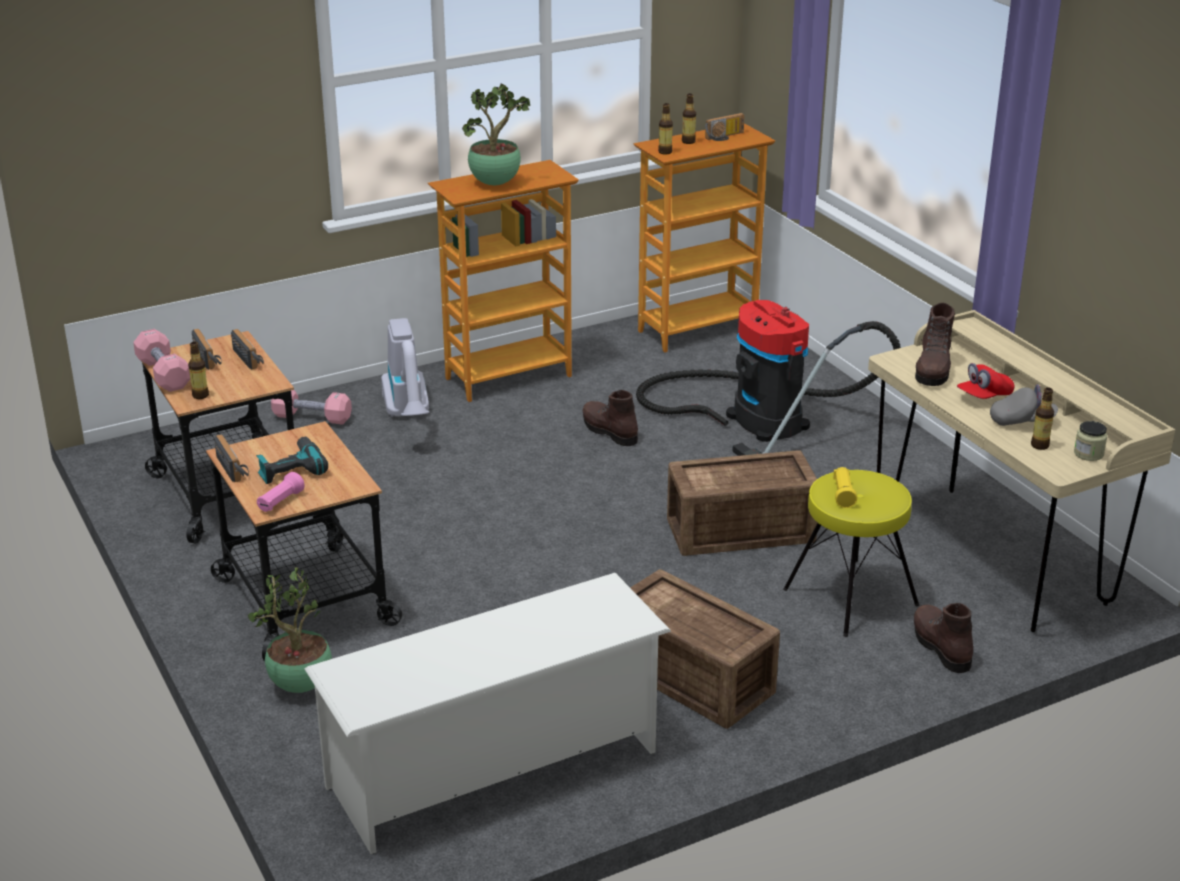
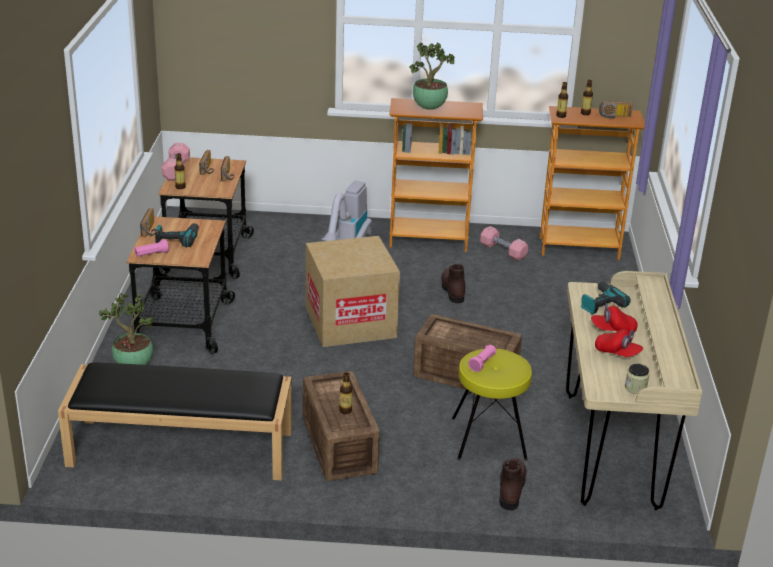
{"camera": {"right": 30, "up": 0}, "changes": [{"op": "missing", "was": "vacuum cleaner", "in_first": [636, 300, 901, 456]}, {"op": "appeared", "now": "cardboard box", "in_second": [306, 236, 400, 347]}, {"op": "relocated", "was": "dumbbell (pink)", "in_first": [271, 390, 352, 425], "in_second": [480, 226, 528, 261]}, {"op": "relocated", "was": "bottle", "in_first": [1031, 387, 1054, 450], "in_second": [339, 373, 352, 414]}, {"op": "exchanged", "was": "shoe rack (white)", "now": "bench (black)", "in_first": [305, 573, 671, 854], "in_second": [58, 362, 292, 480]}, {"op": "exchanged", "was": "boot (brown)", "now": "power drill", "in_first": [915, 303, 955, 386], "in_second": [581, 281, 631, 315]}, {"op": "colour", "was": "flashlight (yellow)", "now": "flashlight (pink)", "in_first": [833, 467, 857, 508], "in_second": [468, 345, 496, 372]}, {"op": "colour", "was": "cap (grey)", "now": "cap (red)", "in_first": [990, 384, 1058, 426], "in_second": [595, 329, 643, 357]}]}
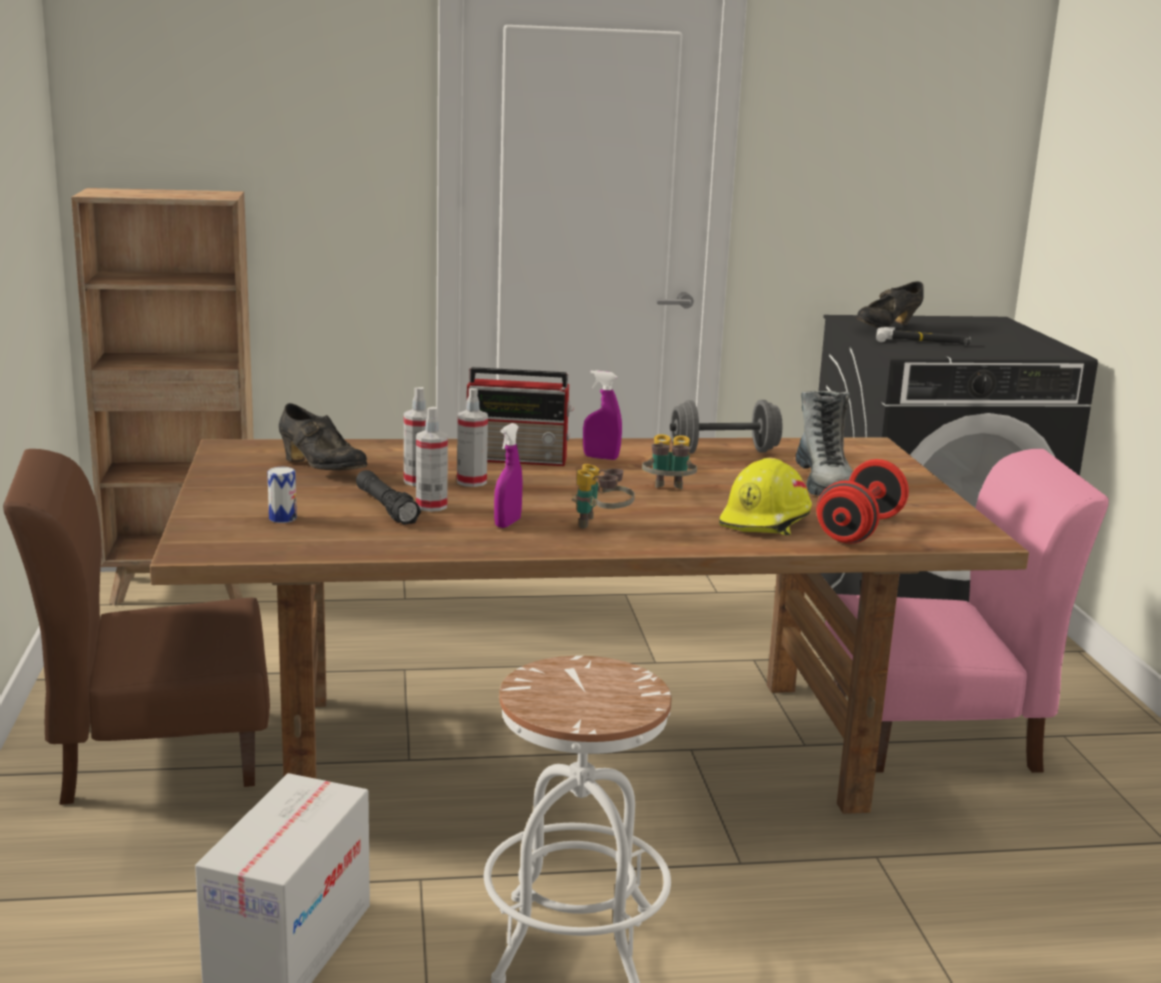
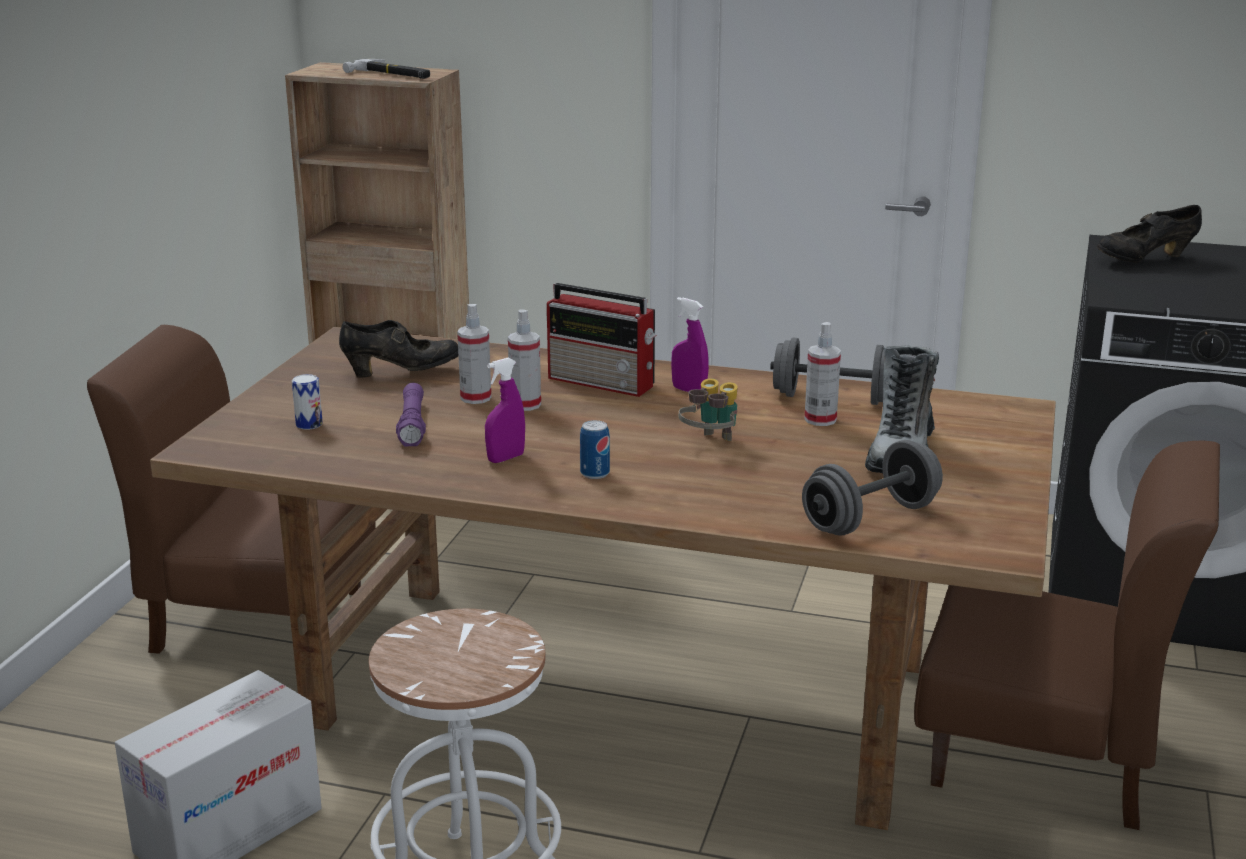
{"camera": {"right": 25, "up": 5}, "changes": [{"op": "missing", "was": "hard hat (yellow)", "in_first": [719, 458, 812, 535]}, {"op": "relocated", "was": "spray bottle", "in_first": [416, 407, 448, 512], "in_second": [804, 322, 841, 426]}, {"op": "relocated", "was": "hammer", "in_first": [876, 327, 971, 345], "in_second": [343, 59, 430, 79]}, {"op": "exchanged", "was": "binoculars", "now": "can", "in_first": [572, 464, 635, 529], "in_second": [580, 420, 610, 479]}, {"op": "colour", "was": "flashlight (black)", "now": "flashlight (purple)", "in_first": [356, 470, 421, 525], "in_second": [396, 383, 426, 447]}, {"op": "colour", "was": "dumbbell (red)", "now": "dumbbell (grey)", "in_first": [817, 459, 909, 544], "in_second": [802, 440, 943, 536]}, {"op": "colour", "was": "chair (pink)", "now": "chair (brown)", "in_first": [825, 449, 1109, 773], "in_second": [914, 441, 1220, 830]}, {"op": "spun", "was": "shoe (black)", "in_first": [279, 403, 367, 470], "in_second": [339, 320, 458, 378], "clockwise": -75}]}
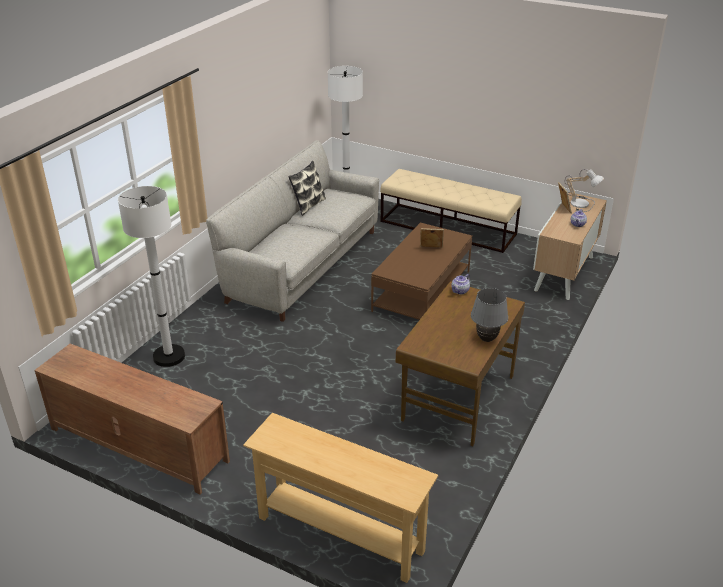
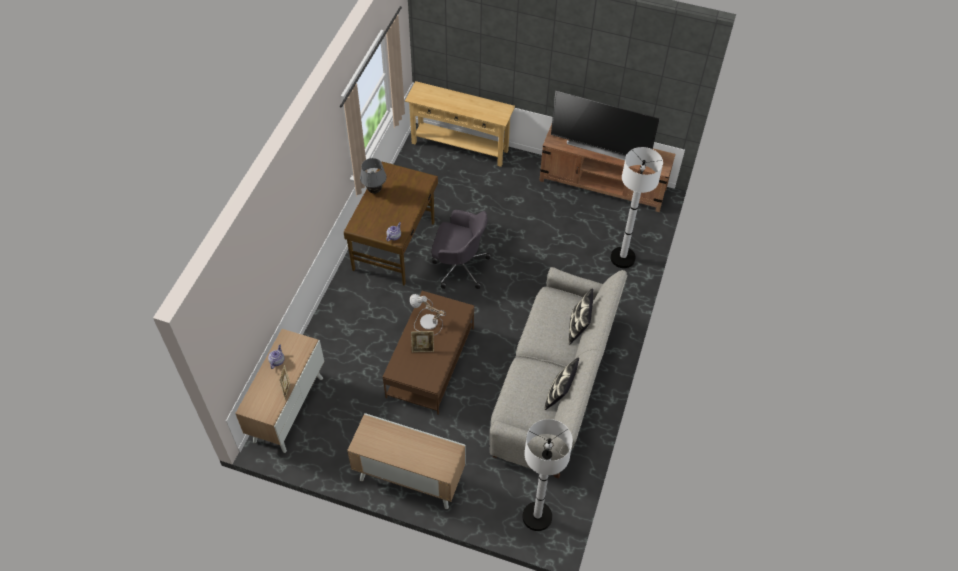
{"camera": {"right": 170, "up": 20}, "changes": [{"op": "appeared", "now": "office chair (grey)", "in_second": [431, 210, 491, 289]}, {"op": "appeared", "now": "television", "in_second": [551, 91, 660, 160]}, {"op": "appeared", "now": "pillow", "in_second": [569, 288, 593, 344]}, {"op": "relocated", "was": "table lamp", "in_first": [565, 169, 604, 212], "in_second": [410, 294, 446, 336]}, {"op": "exchanged", "was": "bench (beige)", "now": "cabinet", "in_first": [380, 169, 522, 253], "in_second": [347, 413, 466, 509]}]}
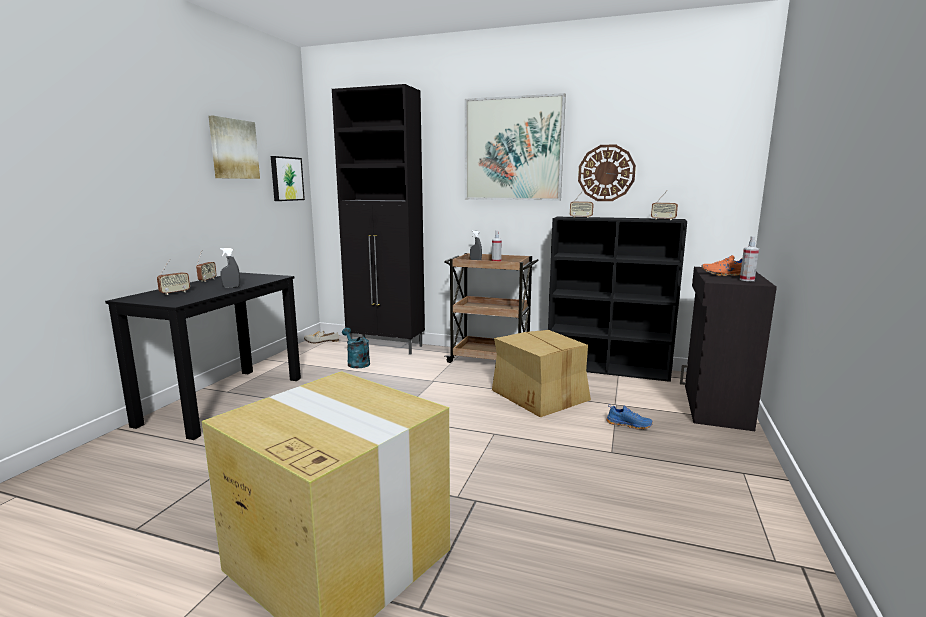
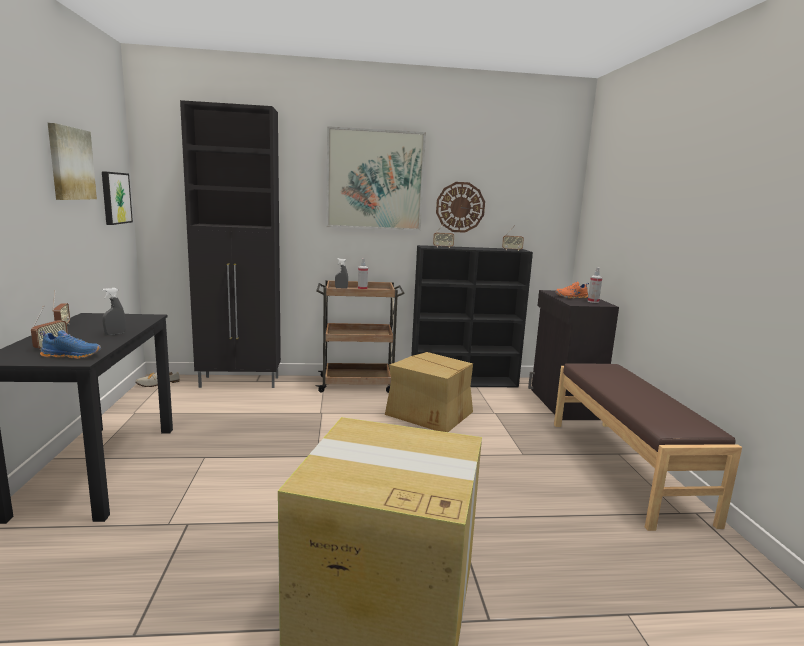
{"camera": {"right": -25, "up": 0}, "changes": [{"op": "missing", "was": "watering can (turquoise)", "in_first": [342, 328, 370, 368]}, {"op": "appeared", "now": "bench (brown)", "in_second": [554, 363, 742, 531]}, {"op": "relocated", "was": "shoe (blue)", "in_first": [606, 404, 653, 430], "in_second": [40, 330, 101, 359]}]}
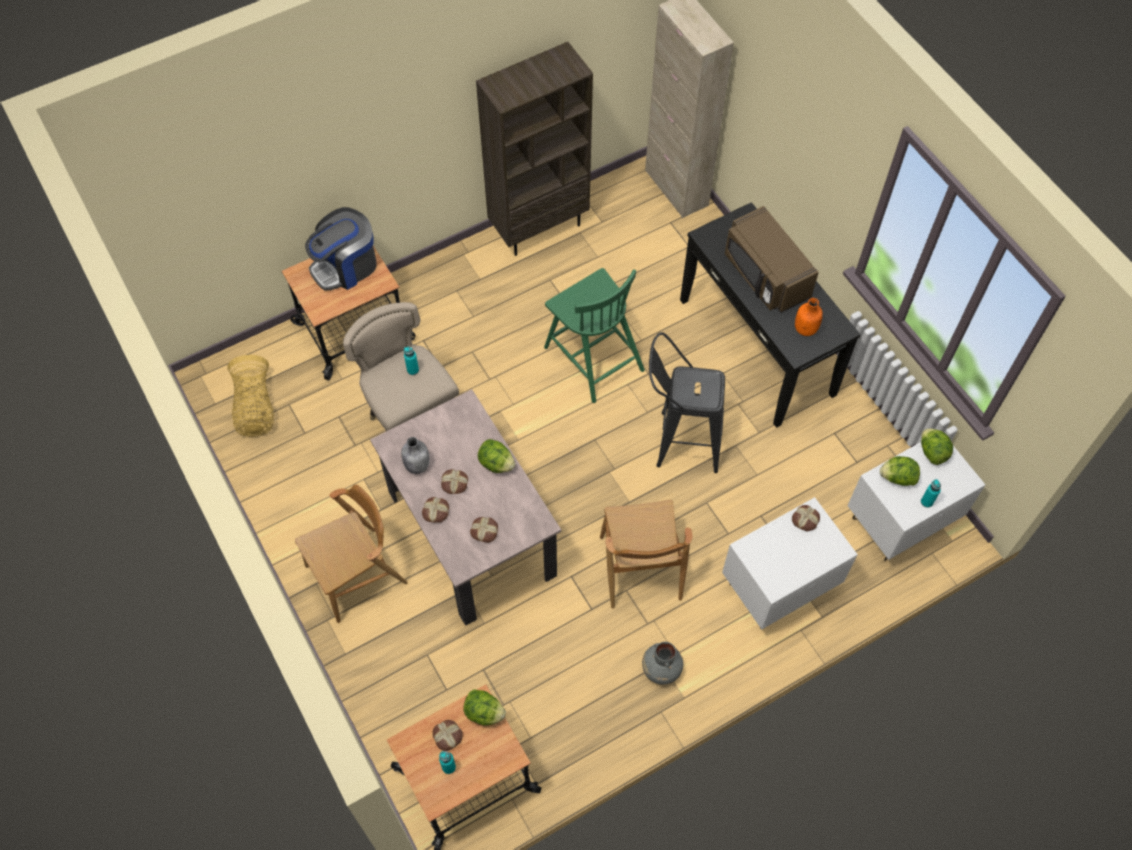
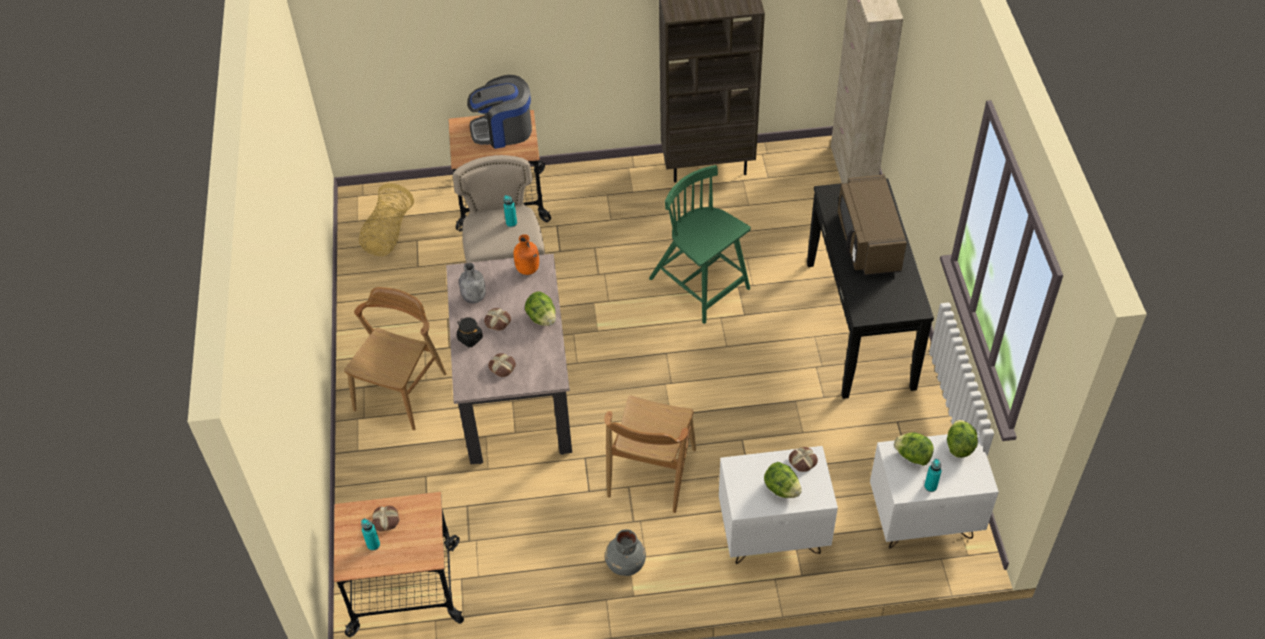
{"camera": {"right": 25, "up": -10}, "changes": [{"op": "missing", "was": "stool (black)", "in_first": [649, 332, 725, 473]}, {"op": "relocated", "was": "lettuce", "in_first": [463, 689, 506, 726], "in_second": [764, 462, 802, 498]}, {"op": "relocated", "was": "bottle (orange)", "in_first": [795, 298, 823, 336], "in_second": [514, 234, 539, 275]}, {"op": "exchanged", "was": "bread", "now": "jar (black)", "in_first": [422, 497, 449, 523], "in_second": [457, 317, 483, 347]}, {"op": "spun", "was": "chair (brown)", "in_first": [295, 484, 408, 623], "in_second": [344, 287, 447, 430], "clockwise": -60}, {"op": "spun", "was": "chair (green)", "in_first": [544, 268, 645, 403], "in_second": [649, 165, 751, 324], "clockwise": 150}]}
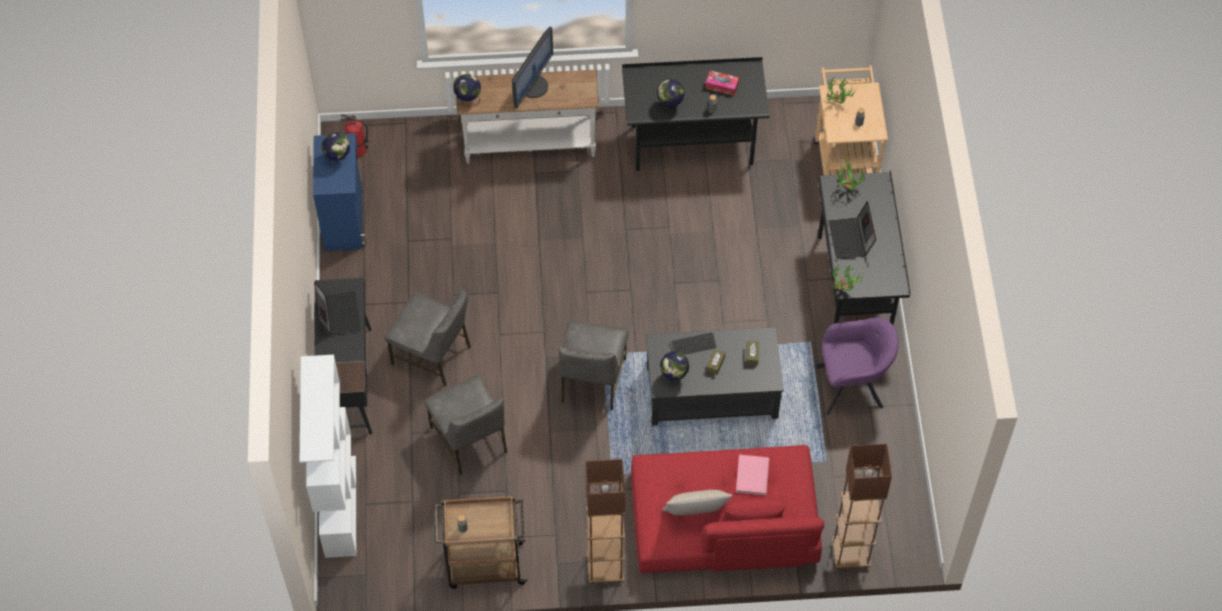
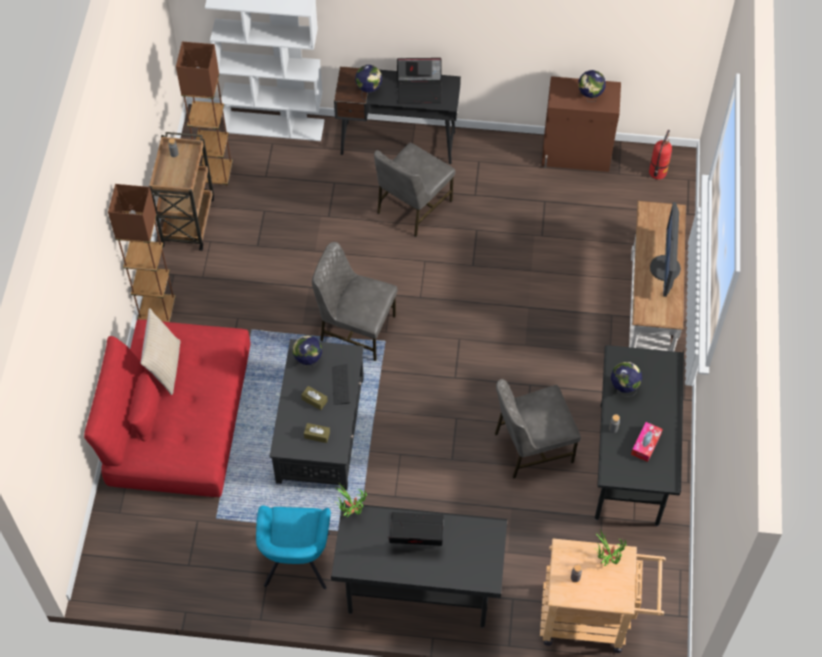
{"camera": {"right": 100, "up": 0}, "changes": [{"op": "missing", "was": "book (pink)", "in_first": [736, 455, 769, 495]}, {"op": "missing", "was": "potted plant", "in_first": [836, 156, 865, 191]}, {"op": "relocated", "was": "chair (grey)", "in_first": [424, 375, 507, 475], "in_second": [495, 379, 581, 479]}, {"op": "relocated", "was": "globe", "in_first": [453, 74, 481, 107], "in_second": [355, 65, 382, 101]}, {"op": "relocated", "was": "floor lamp (brown)", "in_first": [832, 444, 892, 569], "in_second": [176, 42, 233, 186]}, {"op": "colour", "was": "cabinet (blue)", "now": "cabinet (brown)", "in_first": [313, 134, 367, 251], "in_second": [542, 76, 621, 172]}, {"op": "colour", "was": "armchair (purple)", "now": "armchair (turquoise)", "in_first": [816, 317, 899, 415], "in_second": [256, 505, 331, 589]}, {"op": "spun", "was": "monitor", "in_first": [512, 27, 553, 109], "in_second": [650, 202, 681, 297], "clockwise": 60}]}
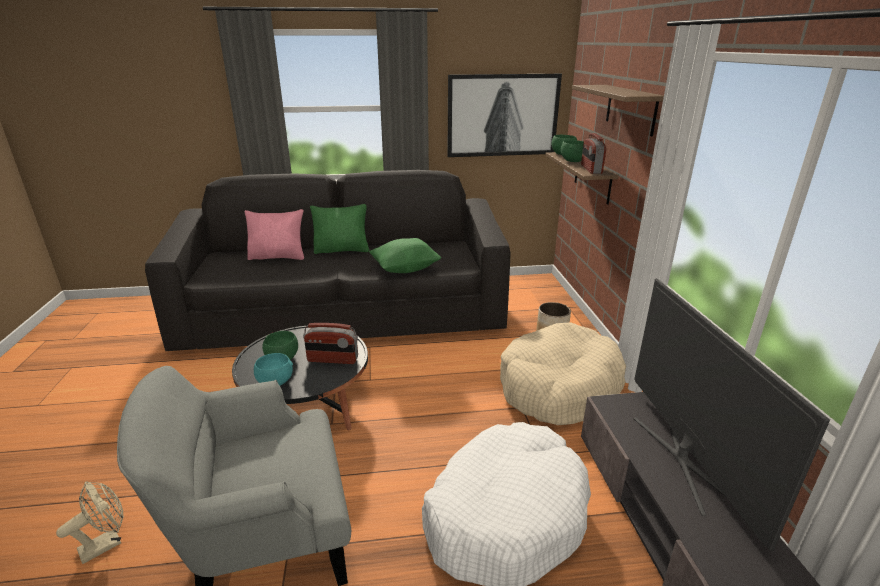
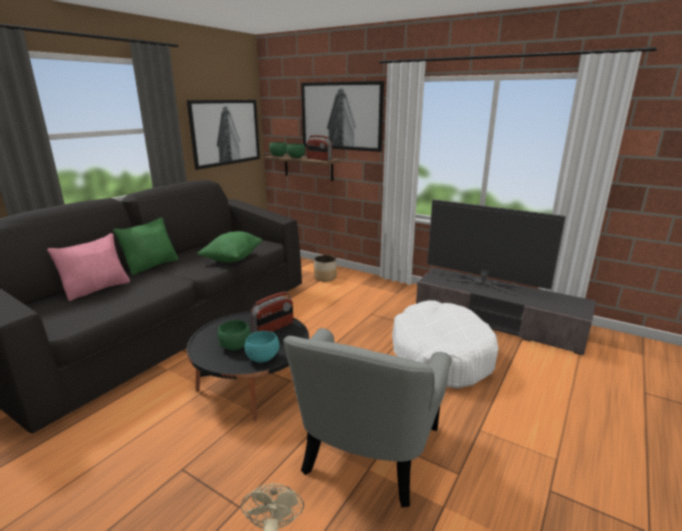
{"camera": {"right": -50, "up": -5}, "changes": [{"op": "missing", "was": "dog bed (beige)", "in_first": [500, 322, 626, 425]}, {"op": "exchanged", "was": "shelf", "now": "picture", "in_first": [572, 85, 664, 136], "in_second": [301, 81, 384, 152]}]}
